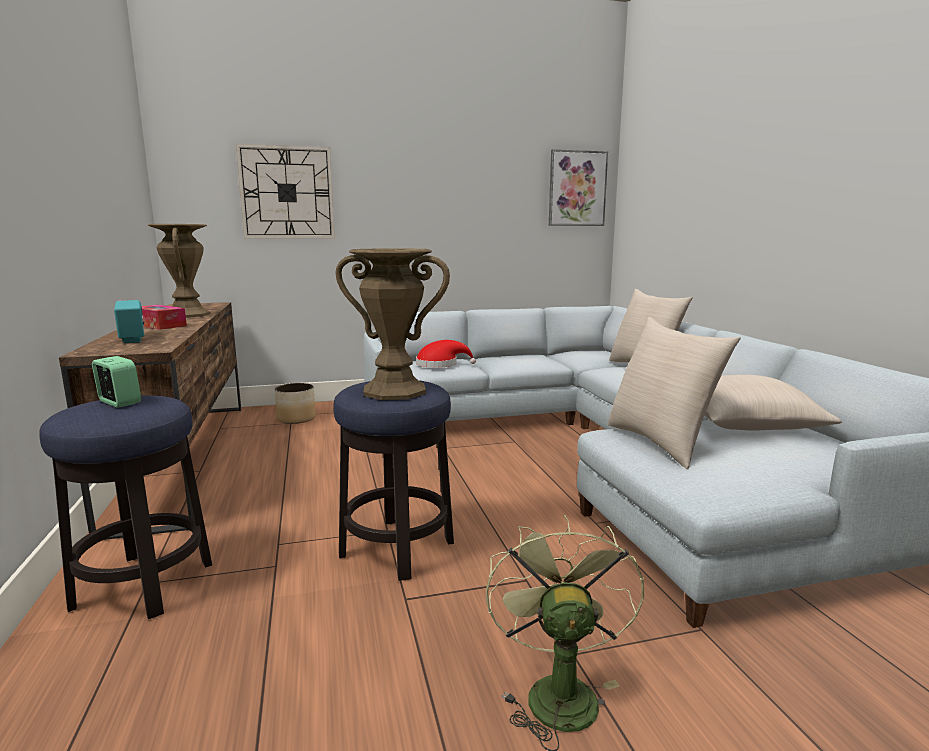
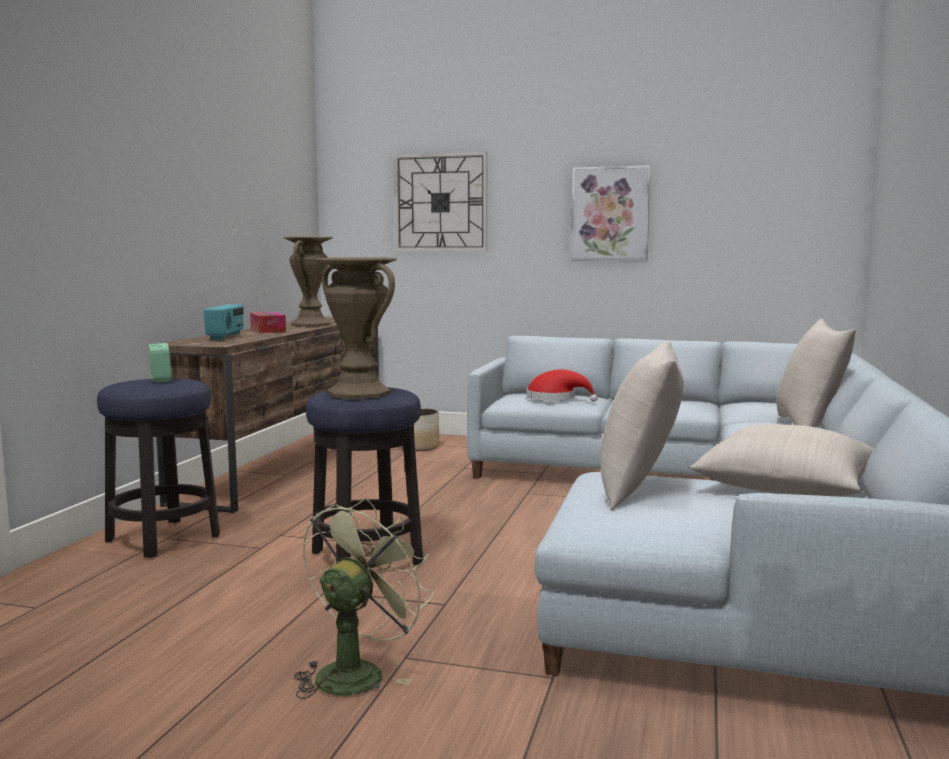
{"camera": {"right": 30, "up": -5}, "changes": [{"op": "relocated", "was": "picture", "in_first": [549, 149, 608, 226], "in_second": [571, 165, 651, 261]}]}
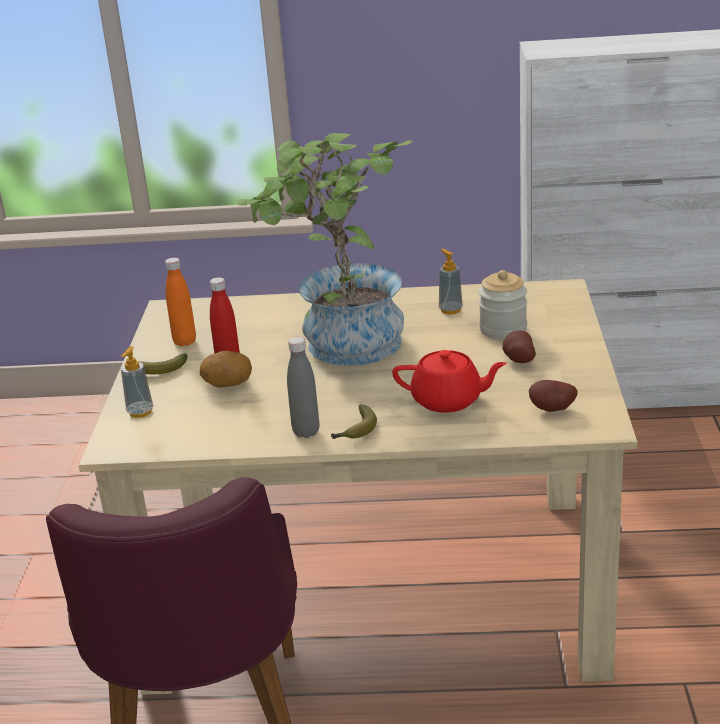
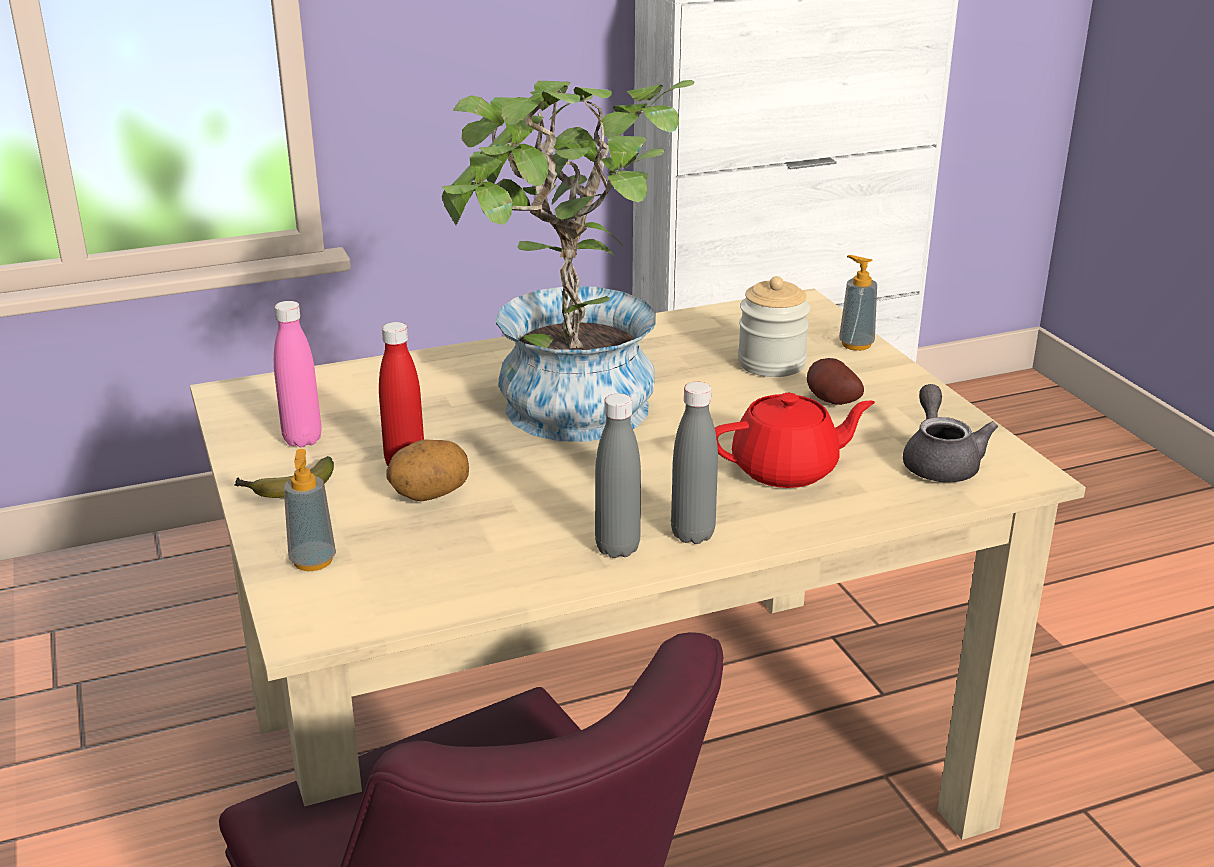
{"camera": {"right": -25, "up": 0}, "changes": [{"op": "relocated", "was": "soap dispenser", "in_first": [439, 249, 463, 314], "in_second": [839, 255, 877, 351]}, {"op": "exchanged", "was": "banana", "now": "bottle (grey)", "in_first": [331, 404, 377, 439], "in_second": [671, 382, 718, 544]}, {"op": "exchanged", "was": "potato", "now": "teapot (grey)", "in_first": [529, 380, 577, 412], "in_second": [903, 384, 998, 482]}, {"op": "colour", "was": "bottle (orange)", "now": "bottle (pink)", "in_first": [165, 258, 196, 346], "in_second": [274, 301, 322, 447]}]}
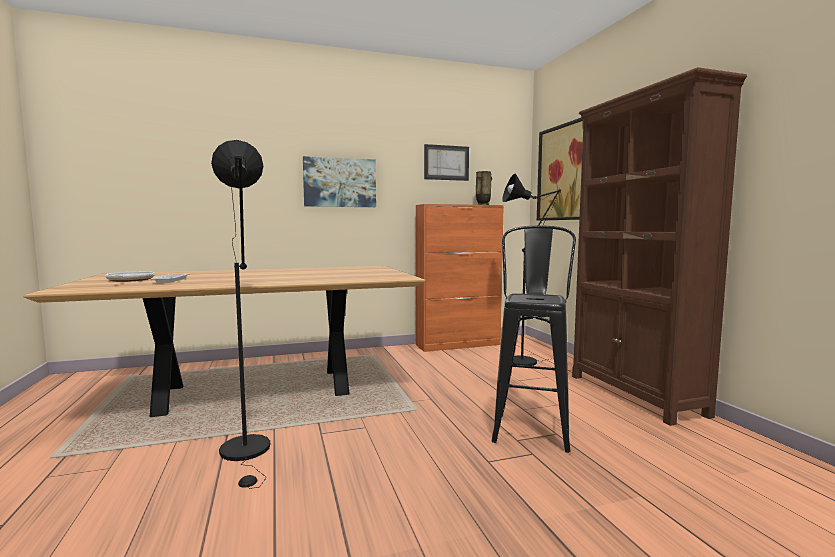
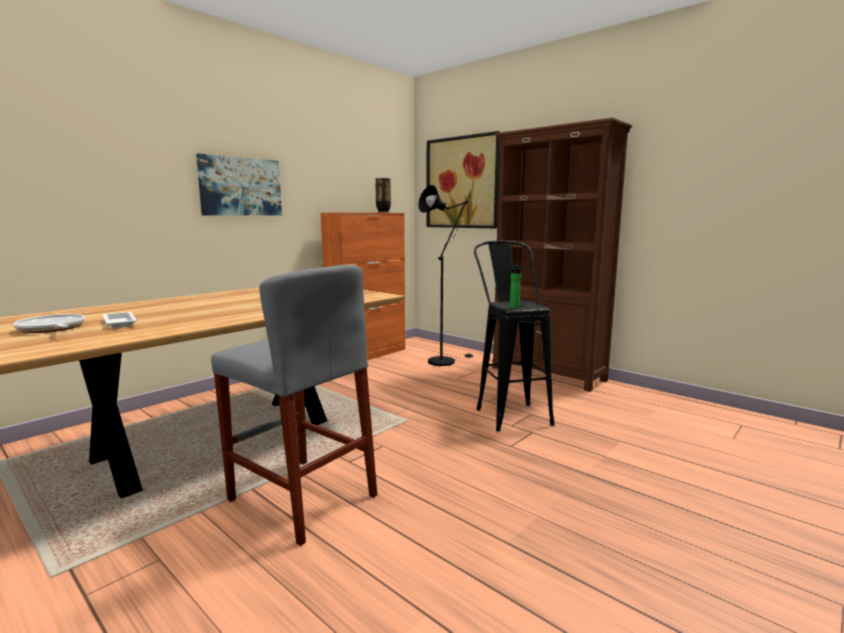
{"camera": {"right": -30, "up": 5}, "changes": [{"op": "missing", "was": "picture", "in_first": [424, 144, 469, 181]}, {"op": "appeared", "now": "bottle", "in_second": [510, 265, 526, 309]}, {"op": "exchanged", "was": "floor lamp (black)", "now": "stool (grey)", "in_first": [211, 140, 270, 489], "in_second": [211, 265, 377, 546]}]}
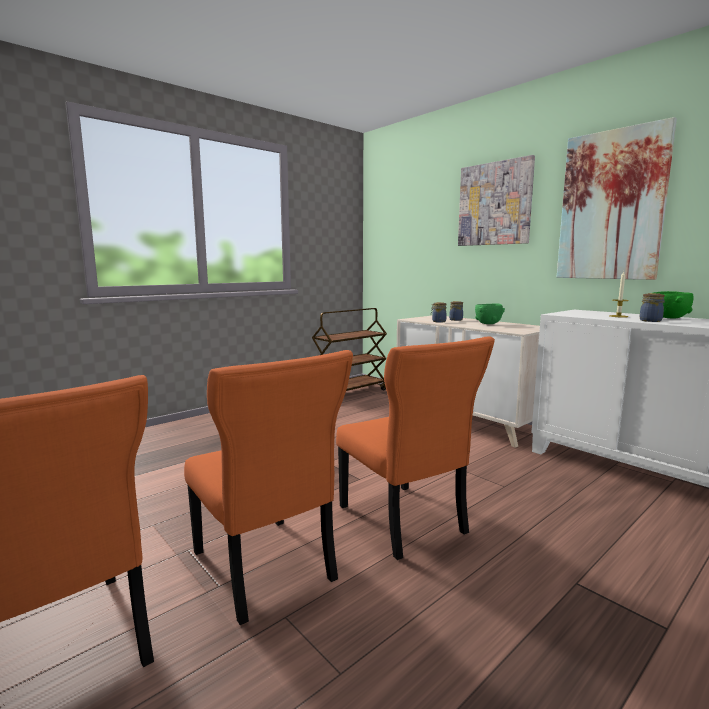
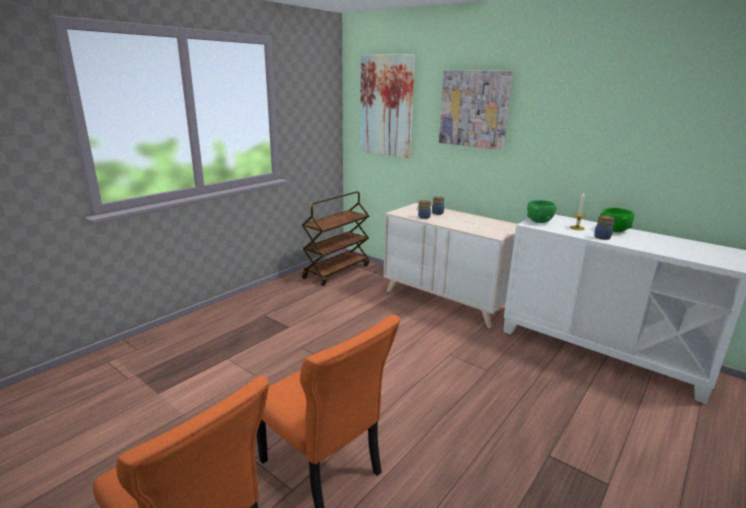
{"camera": {"right": -10, "up": 10}, "changes": [{"op": "missing", "was": "chair (orange)", "in_first": [336, 336, 495, 560]}, {"op": "relocated", "was": "bowl (green)", "in_first": [475, 304, 505, 324], "in_second": [527, 200, 557, 223]}, {"op": "relocated", "was": "picture", "in_first": [557, 117, 677, 280], "in_second": [360, 54, 415, 158]}]}
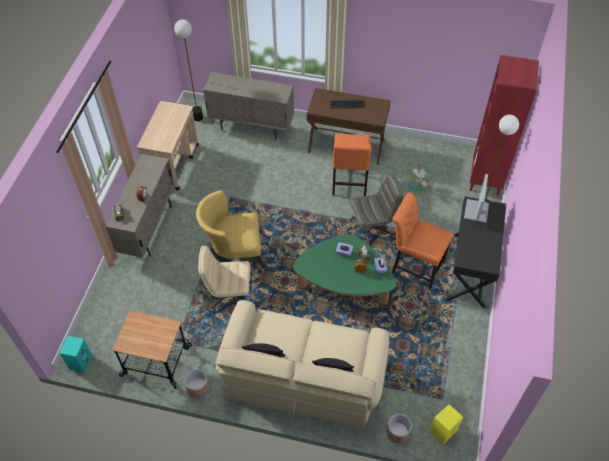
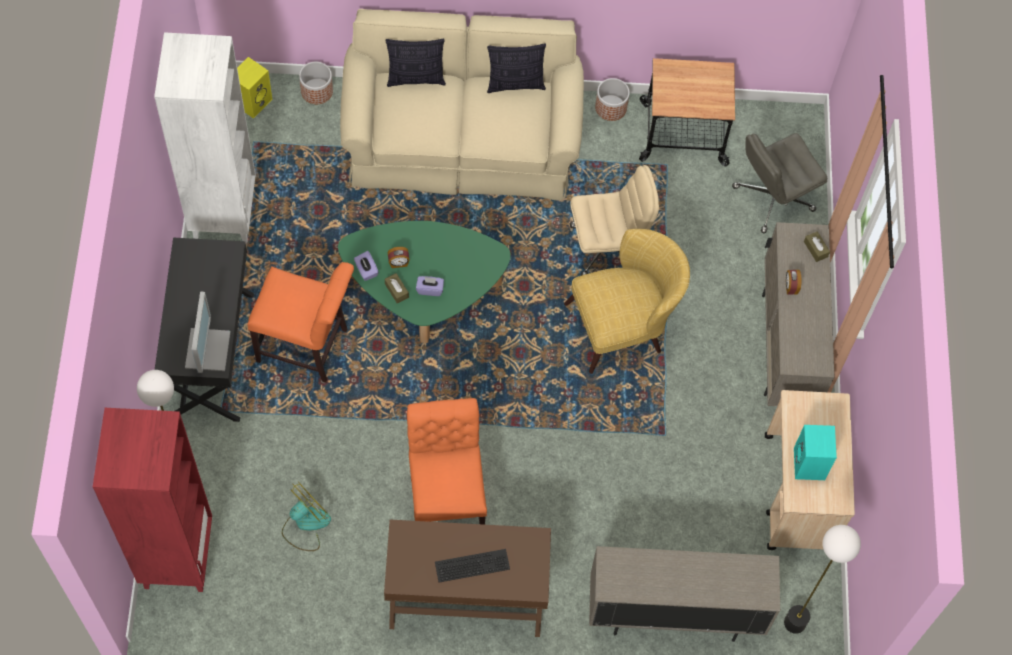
{"camera": {"right": 165, "up": 10}, "changes": [{"op": "appeared", "now": "bookcase (white)", "in_second": [154, 32, 256, 242]}, {"op": "relocated", "was": "speaker (turquoise)", "in_first": [60, 336, 92, 372], "in_second": [794, 425, 837, 480]}, {"op": "relocated", "was": "office chair (grey)", "in_first": [350, 173, 404, 241], "in_second": [732, 133, 827, 233]}]}
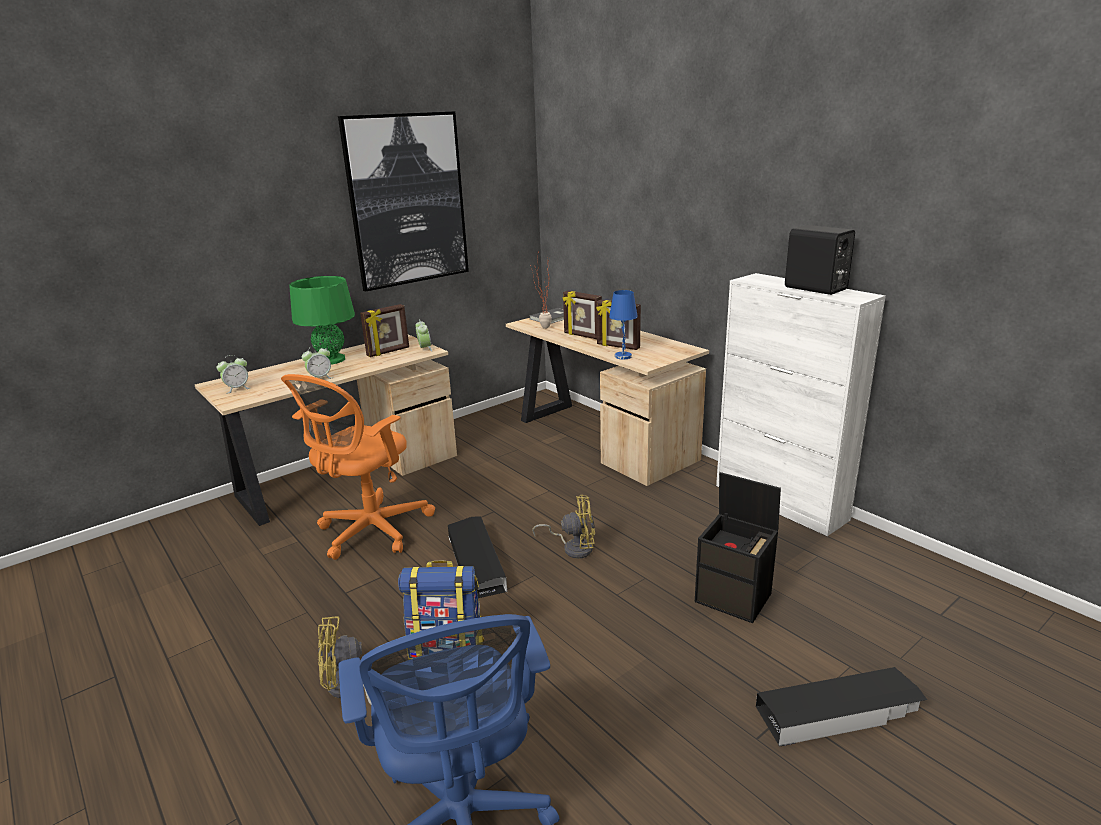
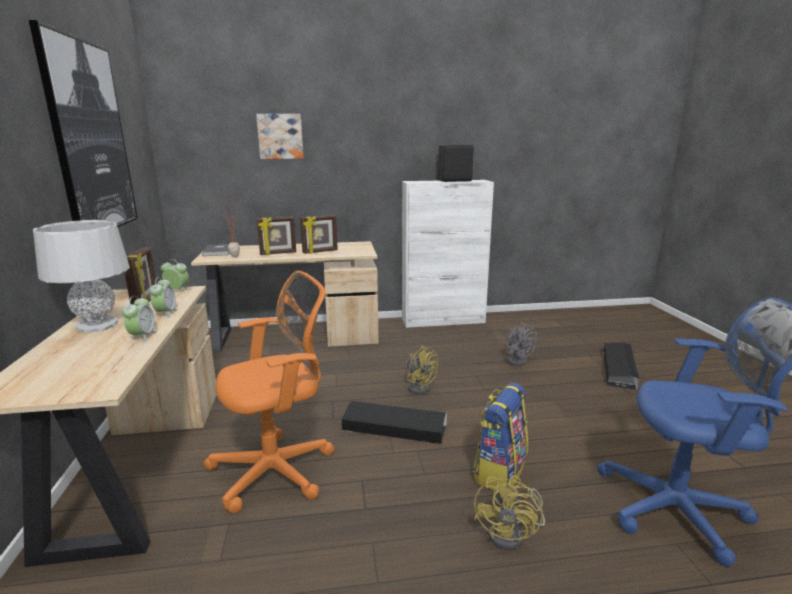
{"camera": {"right": -60, "up": -5}, "changes": [{"op": "missing", "was": "table lamp (blue)", "in_first": [609, 290, 638, 359]}, {"op": "appeared", "now": "picture", "in_second": [256, 114, 303, 159]}, {"op": "relocated", "was": "alarm clock", "in_first": [216, 355, 250, 394], "in_second": [150, 277, 178, 318]}, {"op": "exchanged", "was": "storage box (black)", "now": "fan (grey)", "in_first": [695, 472, 781, 623], "in_second": [506, 322, 537, 366]}, {"op": "colour", "was": "table lamp (green)", "now": "table lamp (grey)", "in_first": [289, 276, 355, 364], "in_second": [33, 220, 130, 333]}, {"op": "spun", "was": "office chair (orange)", "in_first": [281, 374, 435, 560], "in_second": [204, 271, 334, 513], "clockwise": -90}, {"op": "spun", "was": "fan (yellow)", "in_first": [532, 495, 595, 559], "in_second": [405, 345, 438, 394], "clockwise": 105}]}
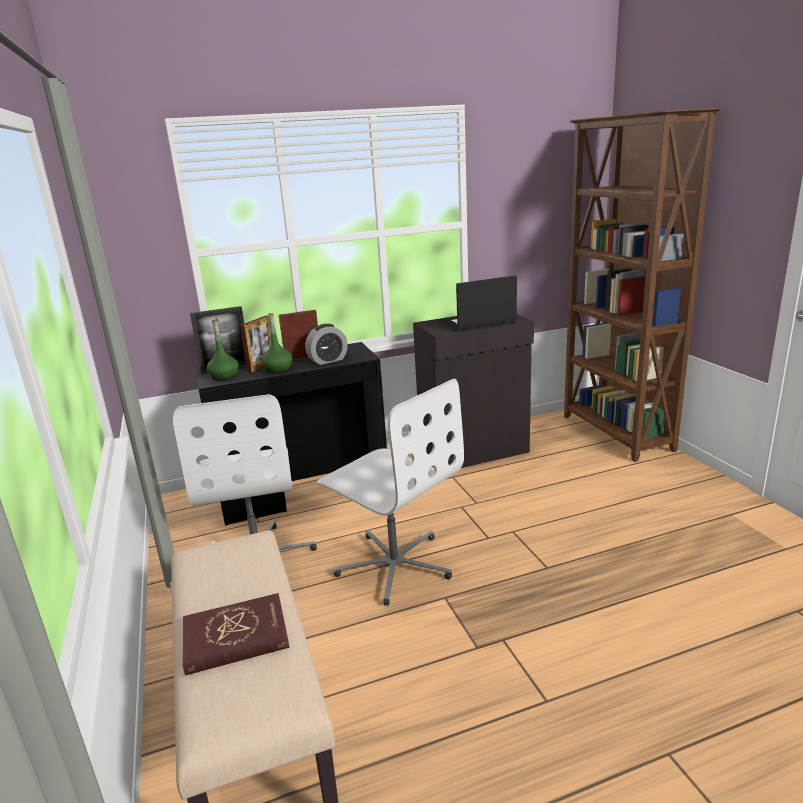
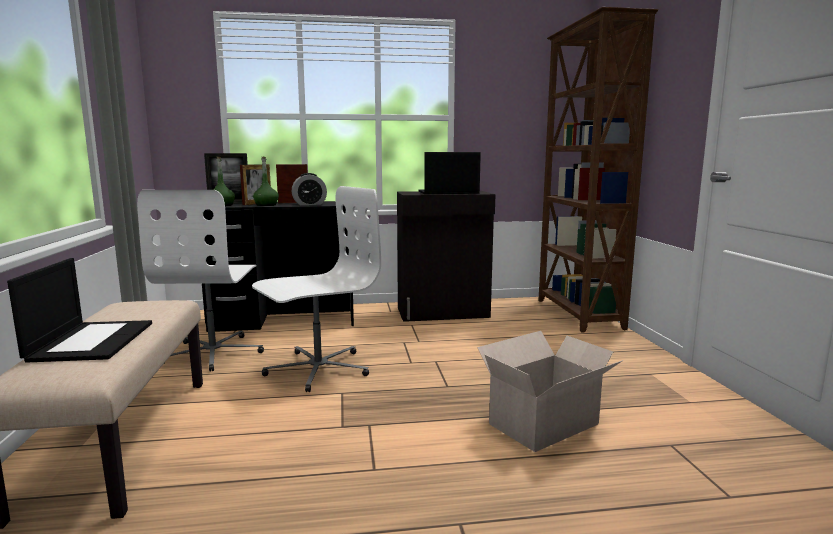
{"camera": {"right": 10, "up": -10}, "changes": [{"op": "appeared", "now": "cardboard box", "in_second": [477, 331, 623, 452]}, {"op": "exchanged", "was": "book (red)", "now": "laptop", "in_first": [183, 593, 289, 676], "in_second": [7, 258, 152, 363]}, {"op": "spun", "was": "office chair (white)", "in_first": [317, 379, 464, 606], "in_second": [252, 186, 381, 392], "clockwise": -90}]}
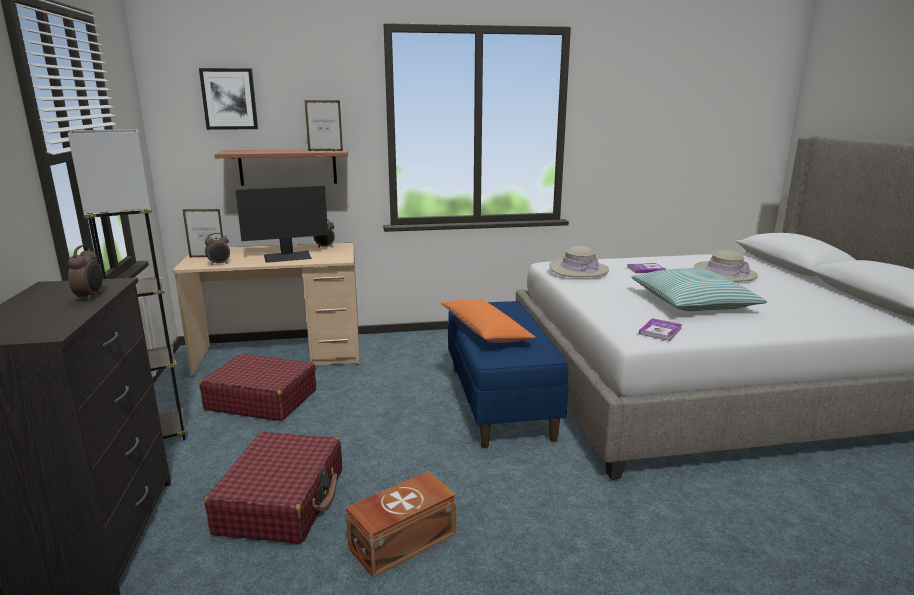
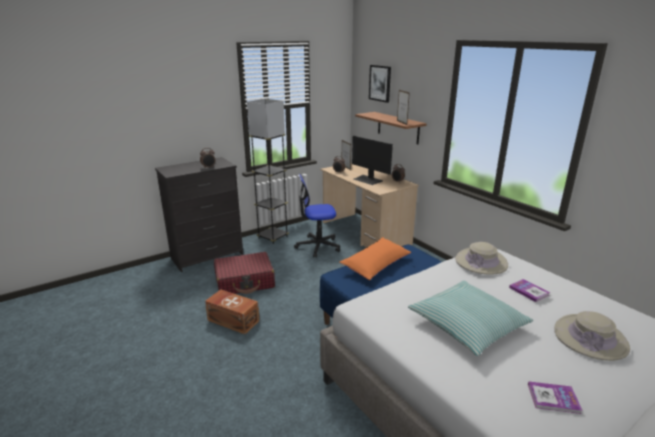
{"camera": {"right": 65, "up": 5}, "changes": [{"op": "relocated", "was": "book", "in_first": [639, 318, 682, 341], "in_second": [528, 381, 583, 414]}, {"op": "exchanged", "was": "suitcase (red)", "now": "office chair", "in_first": [199, 354, 316, 421], "in_second": [294, 174, 340, 258]}]}
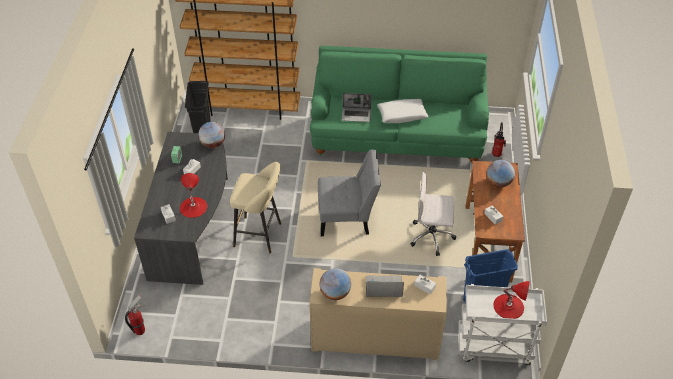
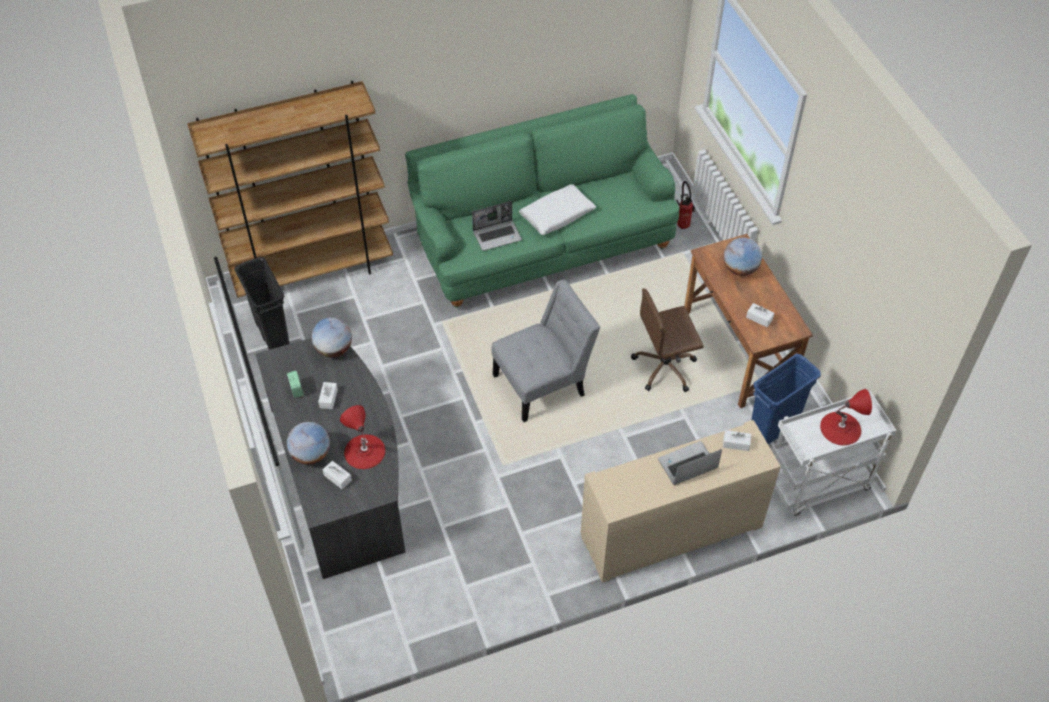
{"camera": {"right": -25, "up": 5}, "changes": [{"op": "missing", "was": "fire extinguisher", "in_first": [125, 295, 145, 335]}, {"op": "missing", "was": "stool (beige)", "in_first": [230, 162, 281, 253]}, {"op": "relocated", "was": "globe", "in_first": [320, 268, 351, 300], "in_second": [287, 422, 330, 465]}, {"op": "colour", "was": "office chair (white)", "now": "office chair (brown)", "in_first": [411, 172, 456, 256], "in_second": [631, 288, 704, 392]}]}
